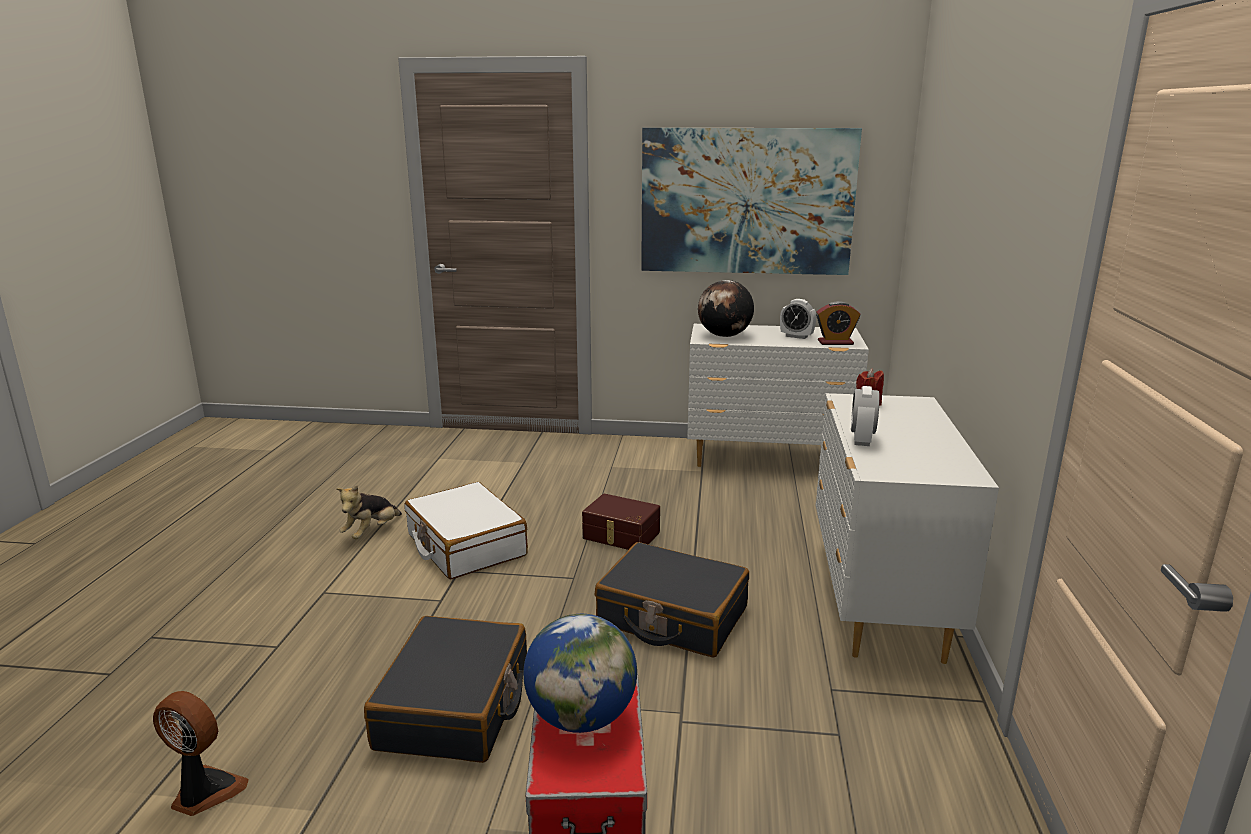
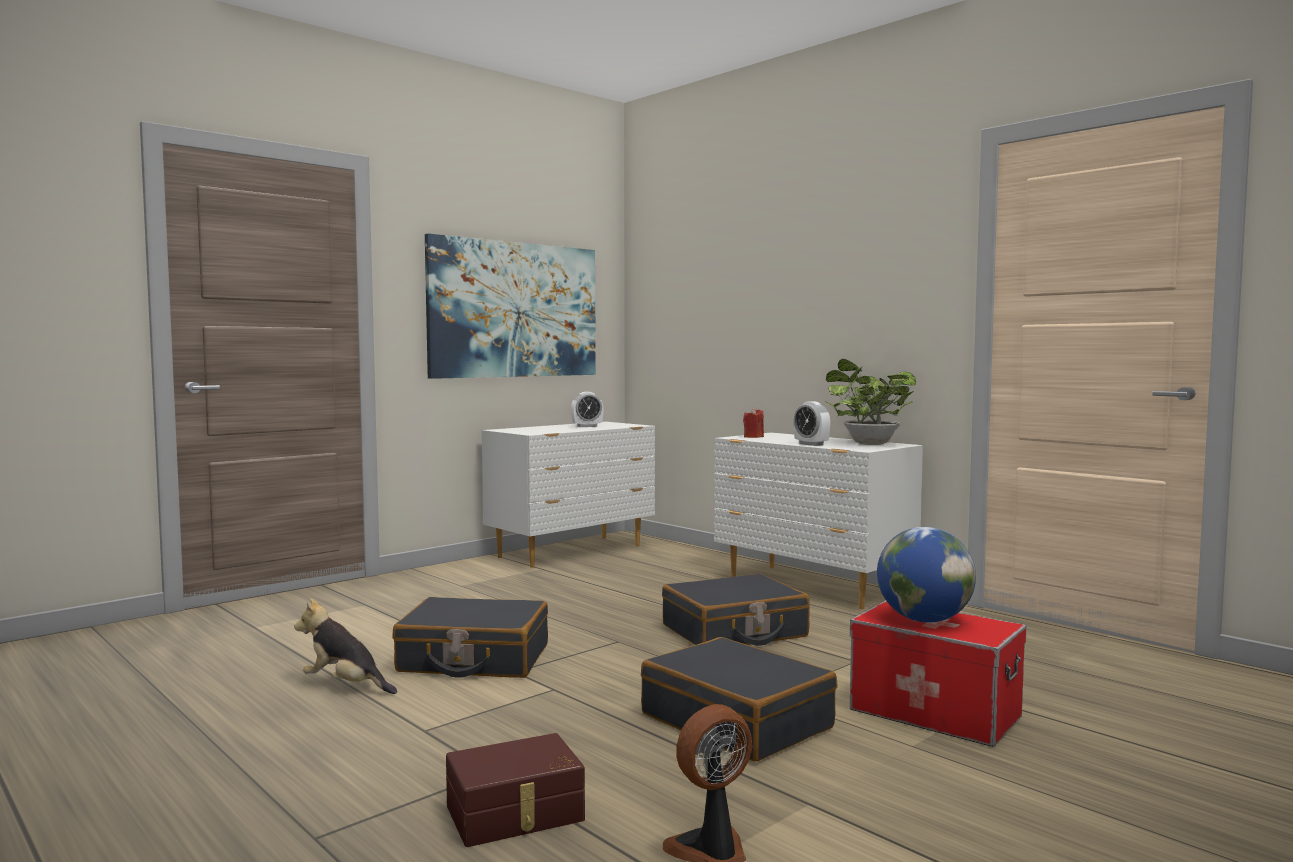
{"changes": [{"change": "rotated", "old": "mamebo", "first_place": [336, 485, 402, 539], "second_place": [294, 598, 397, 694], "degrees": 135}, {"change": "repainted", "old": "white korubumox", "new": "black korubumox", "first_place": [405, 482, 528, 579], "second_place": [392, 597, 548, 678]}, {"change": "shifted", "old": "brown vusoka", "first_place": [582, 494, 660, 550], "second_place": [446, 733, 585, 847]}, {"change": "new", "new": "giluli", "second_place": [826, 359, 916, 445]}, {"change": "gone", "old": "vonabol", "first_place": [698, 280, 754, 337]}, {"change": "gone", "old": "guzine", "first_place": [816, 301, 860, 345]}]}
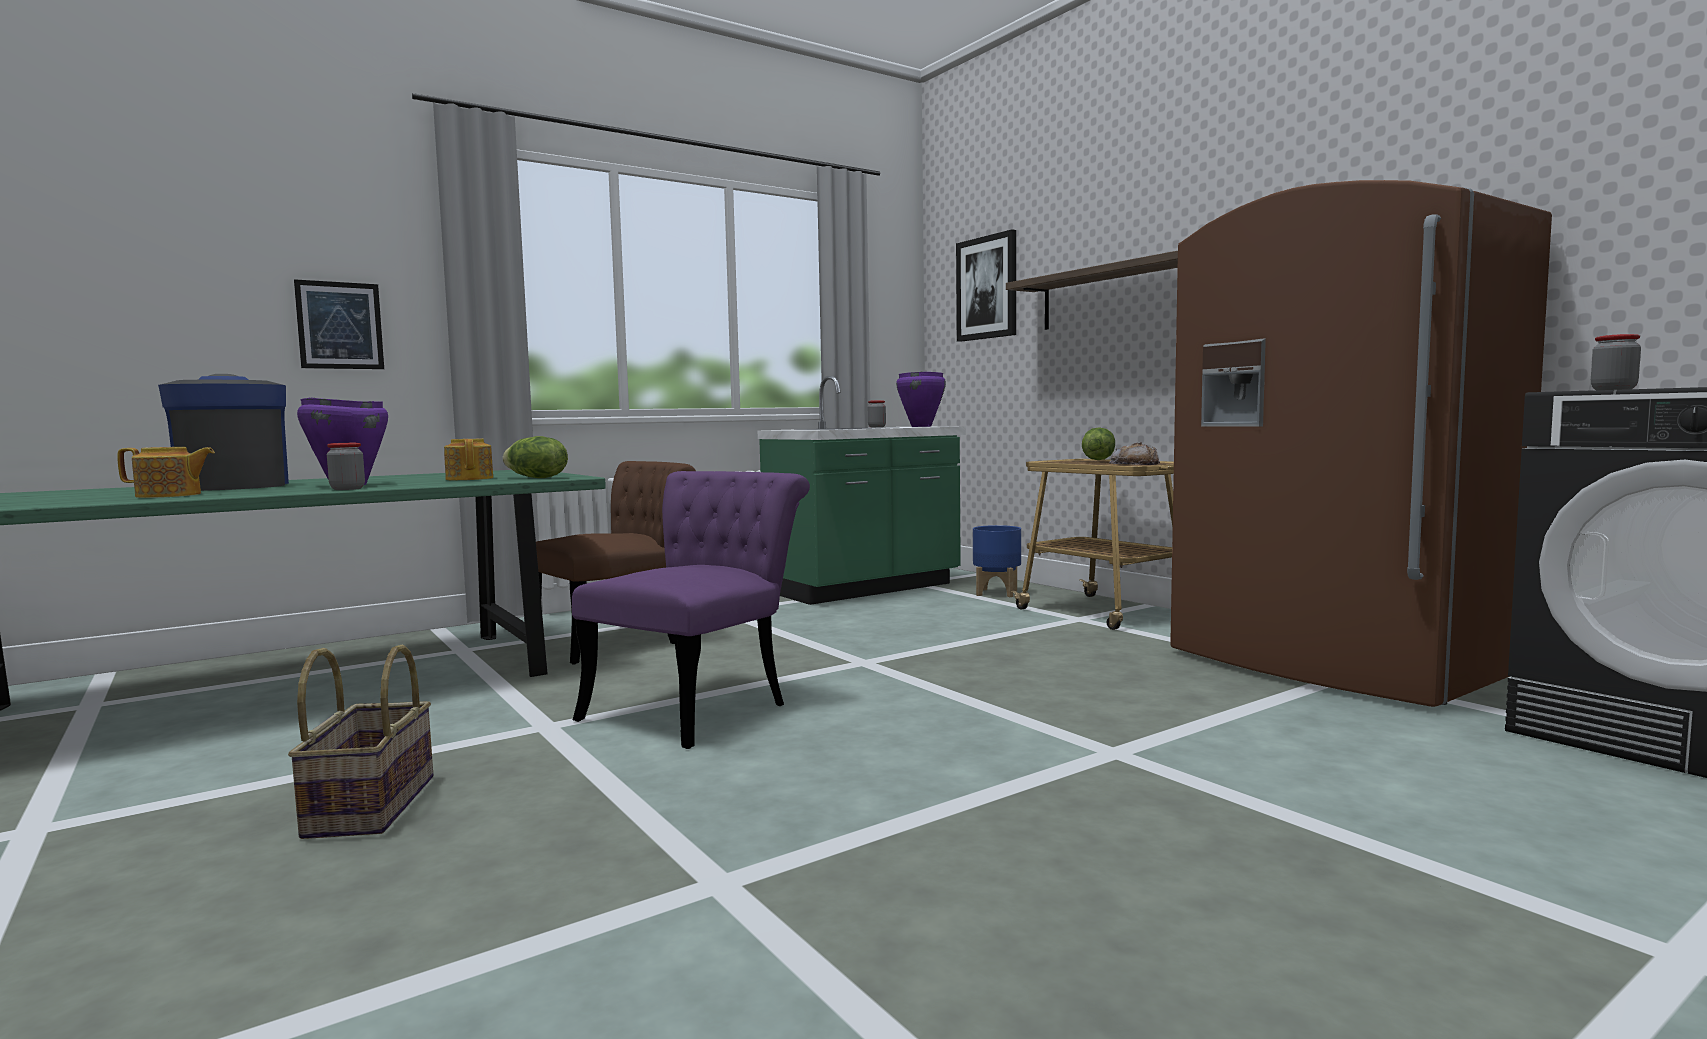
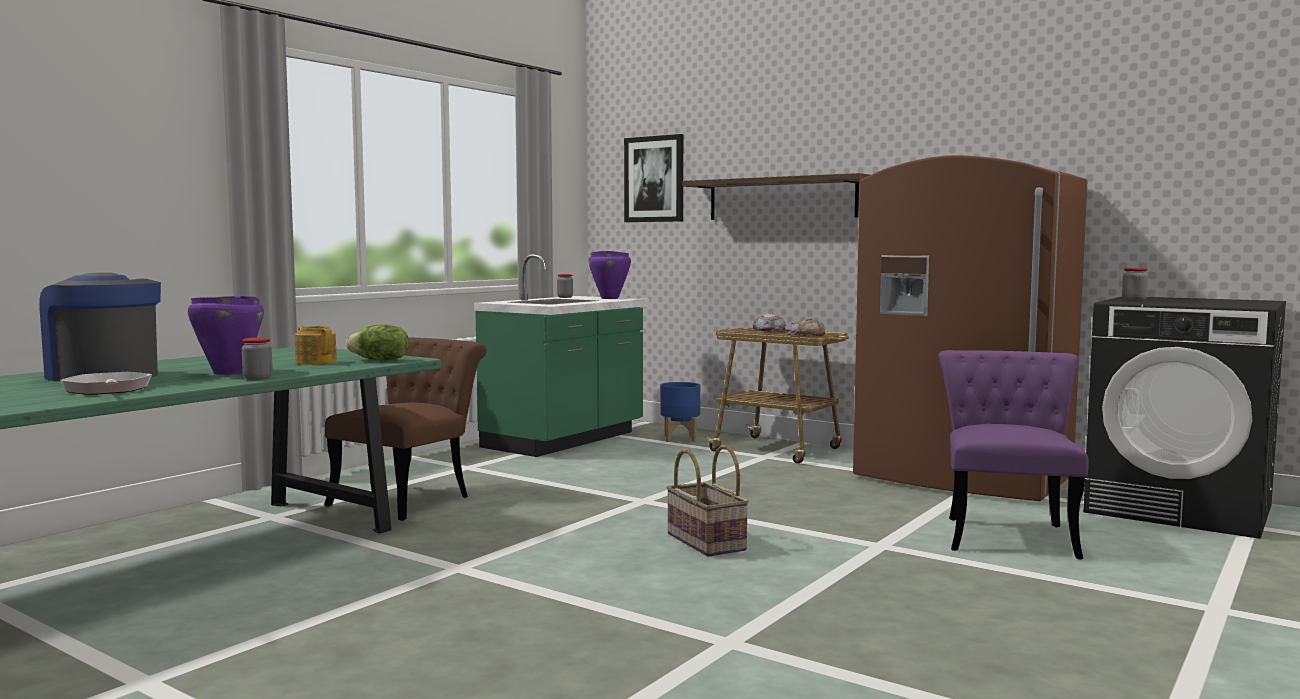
{"changes": [{"change": "swapped", "old": "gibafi", "new": "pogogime", "first_place": [117, 447, 215, 498], "second_place": [60, 372, 152, 395]}, {"change": "shifted", "old": "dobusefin", "first_place": [288, 644, 433, 839], "second_place": [666, 445, 749, 557]}, {"change": "swapped", "old": "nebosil", "new": "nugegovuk", "first_place": [1082, 427, 1115, 460], "second_place": [753, 313, 786, 331]}, {"change": "shifted", "old": "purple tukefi", "first_place": [572, 471, 810, 749], "second_place": [938, 350, 1089, 560]}, {"change": "gone", "old": "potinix", "first_place": [294, 279, 384, 369]}]}
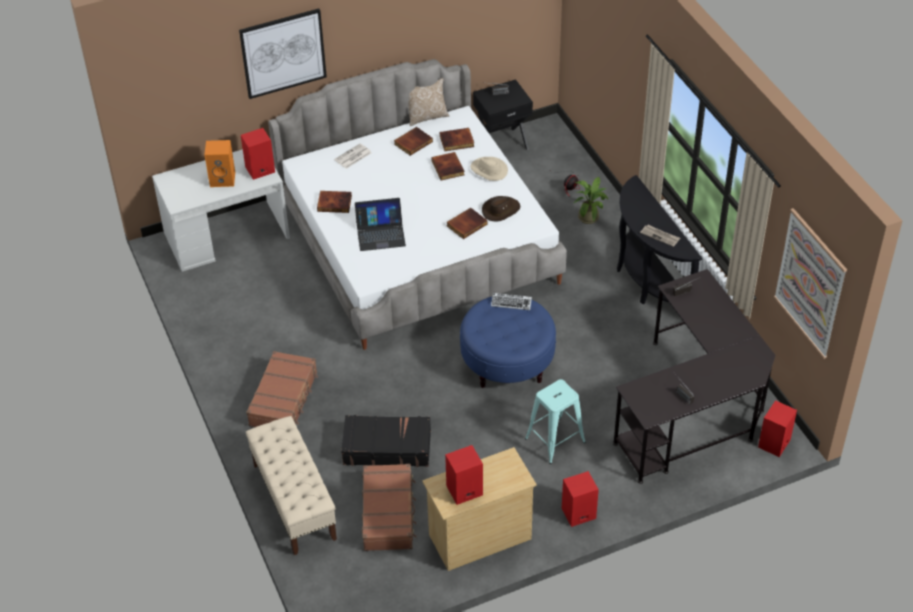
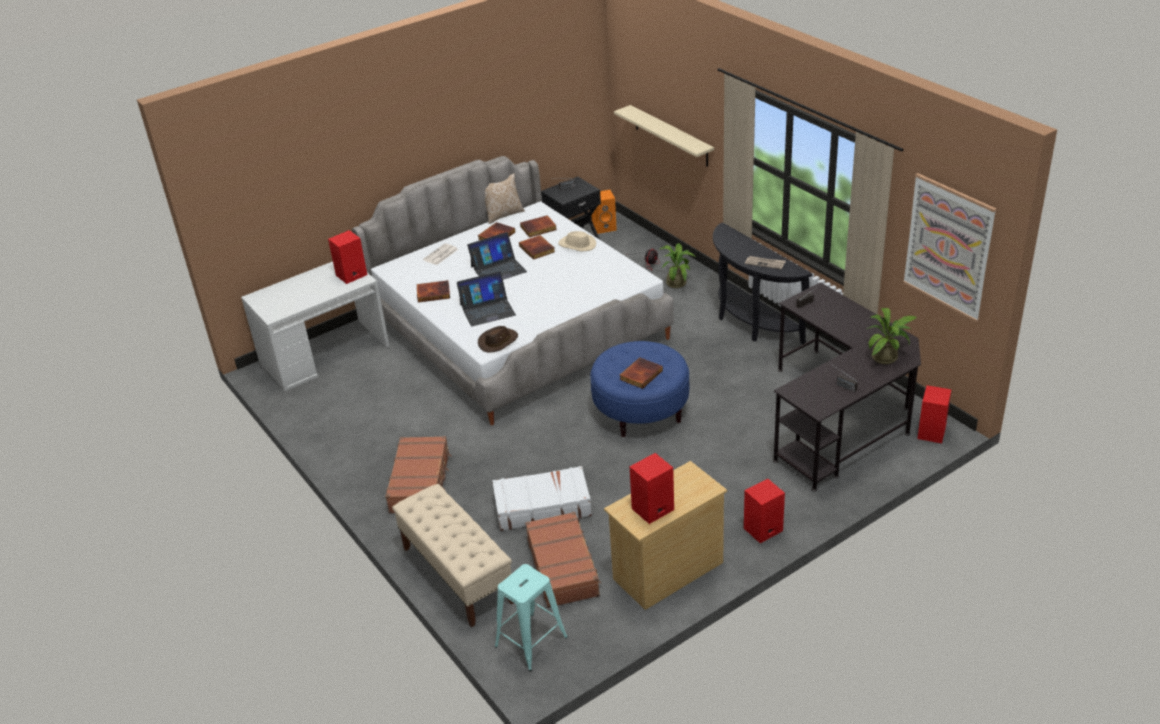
{"changes": [{"change": "new", "new": "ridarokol", "second_place": [467, 232, 527, 280]}, {"change": "shifted", "old": "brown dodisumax", "first_place": [482, 196, 520, 221], "second_place": [478, 326, 518, 353]}, {"change": "repainted", "old": "black korubumox", "new": "white korubumox", "first_place": [341, 415, 431, 467], "second_place": [492, 466, 592, 531]}, {"change": "shifted", "old": "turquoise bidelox", "first_place": [525, 379, 586, 464], "second_place": [495, 564, 568, 671]}, {"change": "shifted", "old": "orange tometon", "first_place": [204, 140, 235, 187], "second_place": [592, 190, 617, 234]}, {"change": "new", "new": "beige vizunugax", "second_place": [614, 105, 714, 167]}, {"change": "shifted", "old": "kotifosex", "first_place": [447, 208, 488, 239], "second_place": [619, 357, 663, 389]}, {"change": "new", "new": "giluli", "second_place": [866, 308, 918, 364]}, {"change": "gone", "old": "potinix", "first_place": [239, 9, 327, 99]}, {"change": "gone", "old": "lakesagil", "first_place": [491, 293, 532, 310]}]}
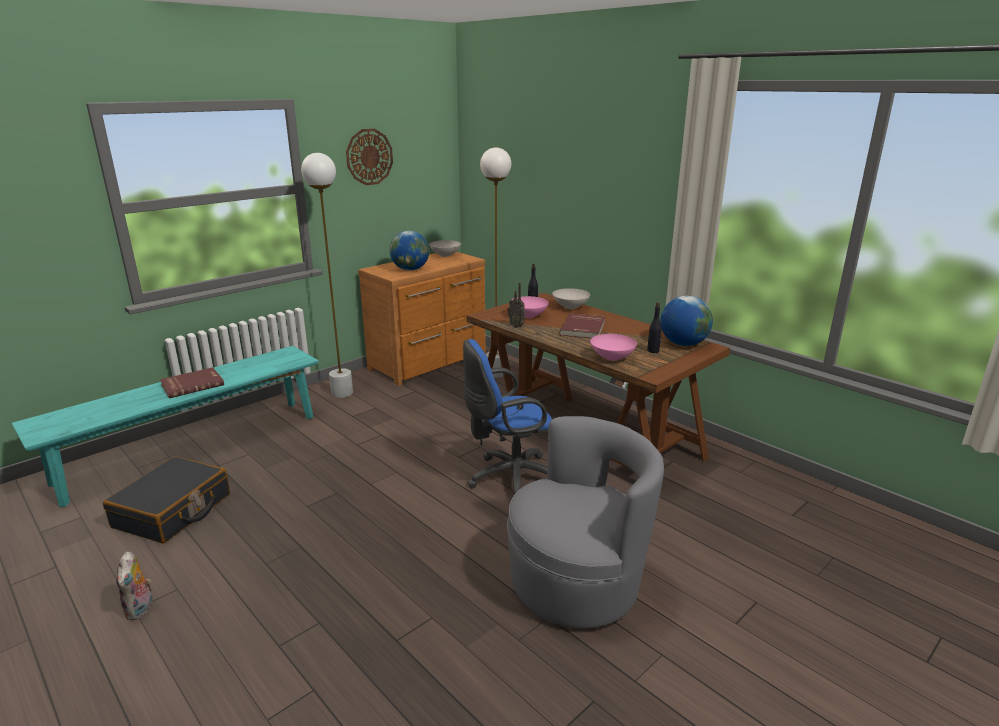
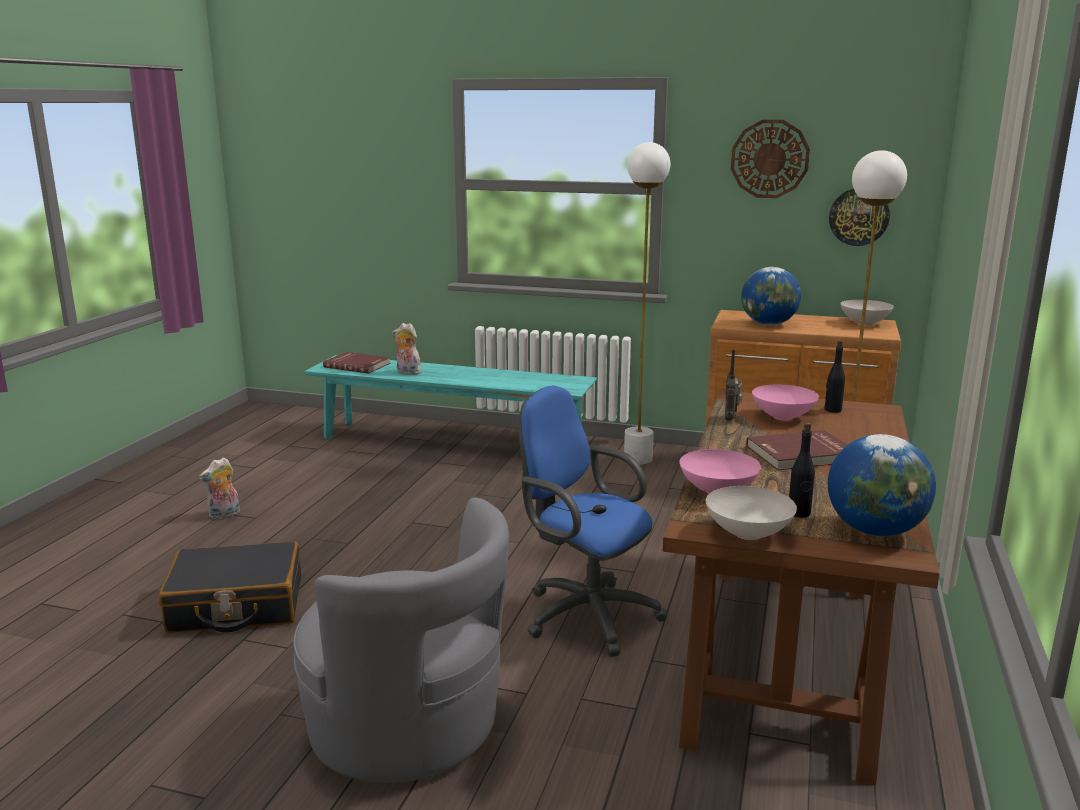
{"changes": [{"change": "shifted", "old": "black korubumox", "first_place": [103, 457, 230, 543], "second_place": [159, 541, 301, 633]}, {"change": "shifted", "old": "red kotifosex", "first_place": [160, 367, 224, 398], "second_place": [323, 352, 391, 373]}, {"change": "new", "new": "mamebo", "second_place": [392, 323, 423, 375]}, {"change": "shifted", "old": "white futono", "first_place": [552, 288, 590, 309], "second_place": [706, 486, 797, 540]}, {"change": "new", "new": "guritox", "second_place": [829, 188, 890, 246]}]}
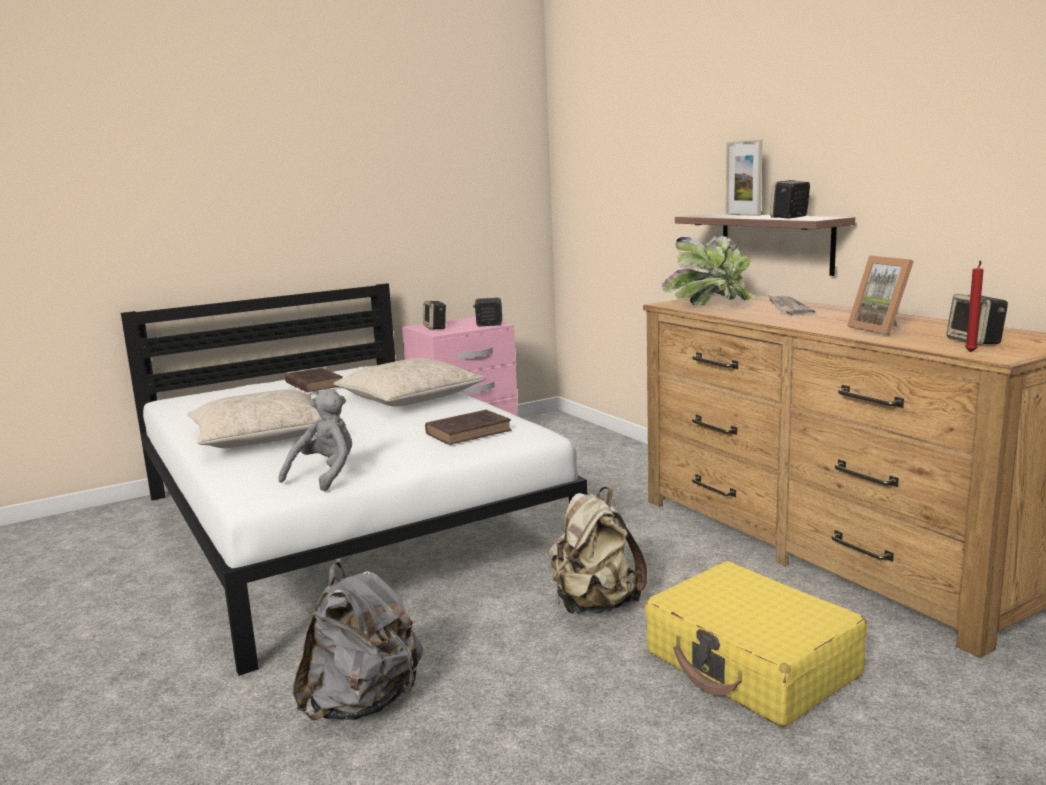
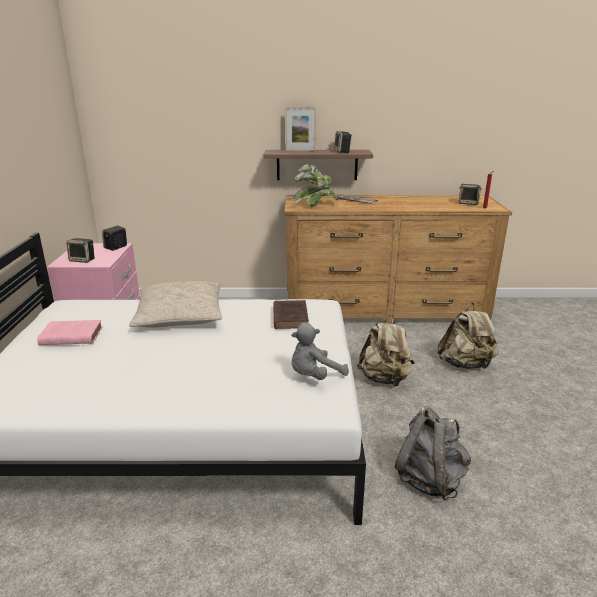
{"changes": [{"change": "repainted", "old": "brown kotifosex", "new": "pink kotifosex", "first_place": [285, 368, 343, 392], "second_place": [37, 320, 102, 345]}, {"change": "rotated", "old": "grey mamebo", "first_place": [278, 389, 352, 491], "second_place": [291, 323, 349, 380], "degrees": -90}, {"change": "swapped", "old": "yellow korubumox", "new": "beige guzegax", "first_place": [645, 561, 867, 727], "second_place": [438, 303, 499, 369]}, {"change": "gone", "old": "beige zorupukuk", "first_place": [187, 389, 322, 448]}, {"change": "gone", "old": "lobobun", "first_place": [847, 256, 914, 335]}]}
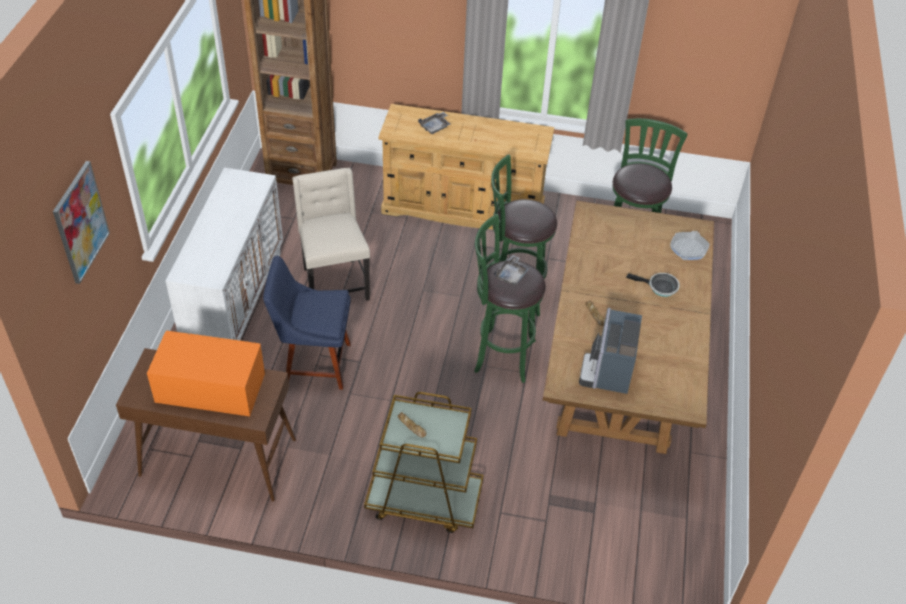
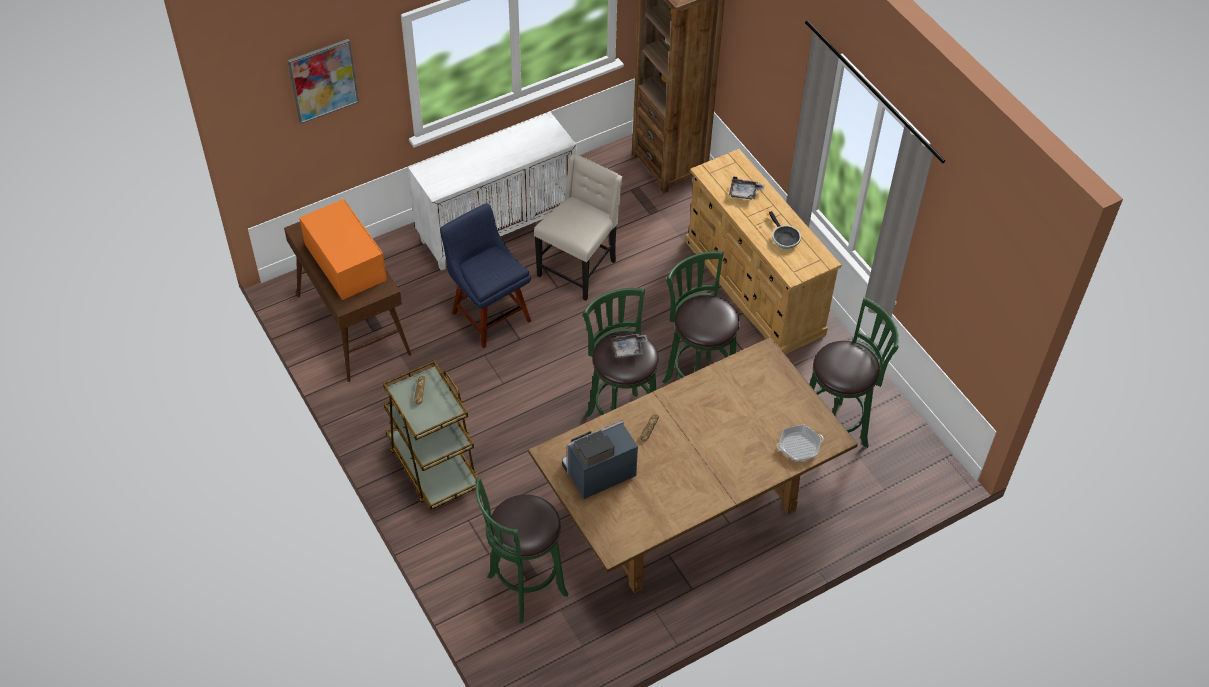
{"changes": [{"change": "new", "new": "green bidelox", "second_place": [475, 478, 568, 623]}, {"change": "shifted", "old": "pogogime", "first_place": [626, 273, 680, 297], "second_place": [769, 211, 801, 249]}]}
